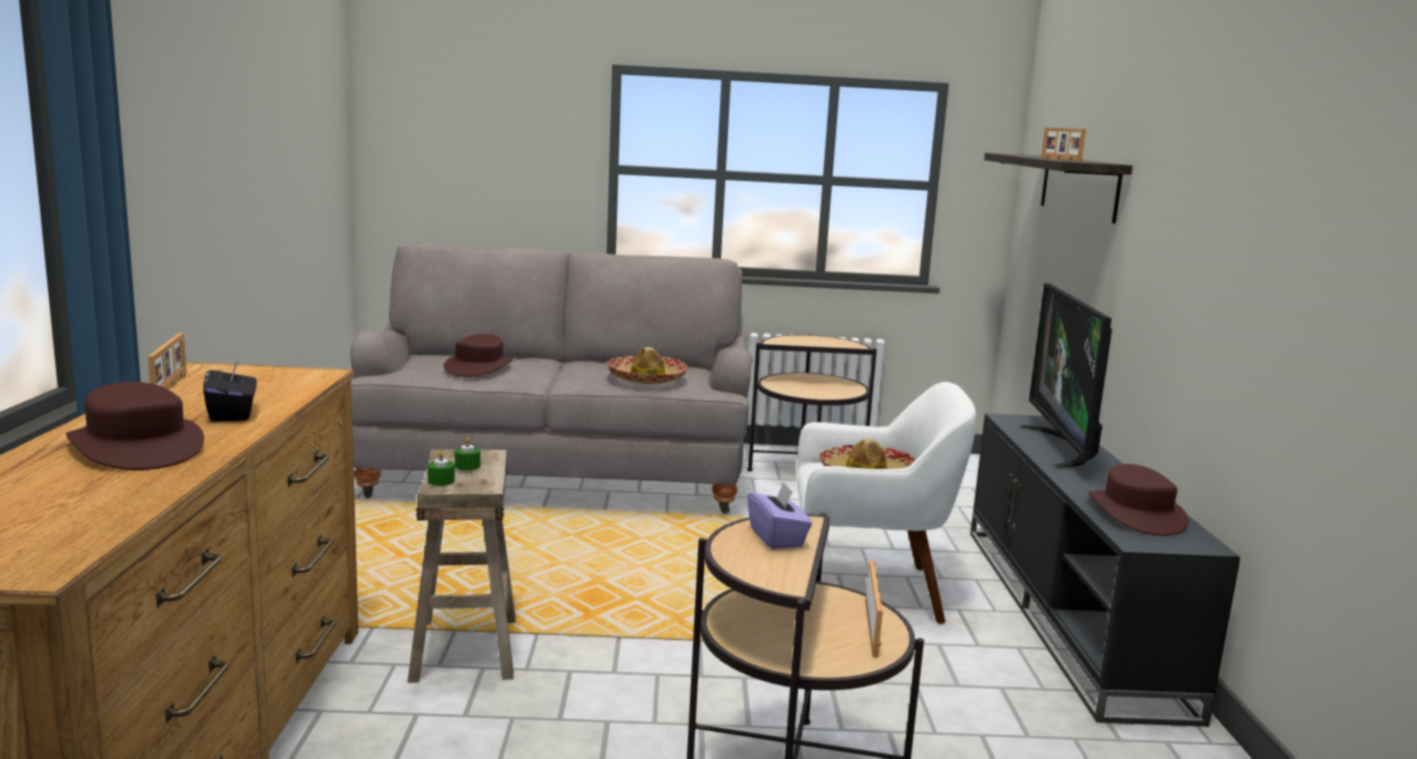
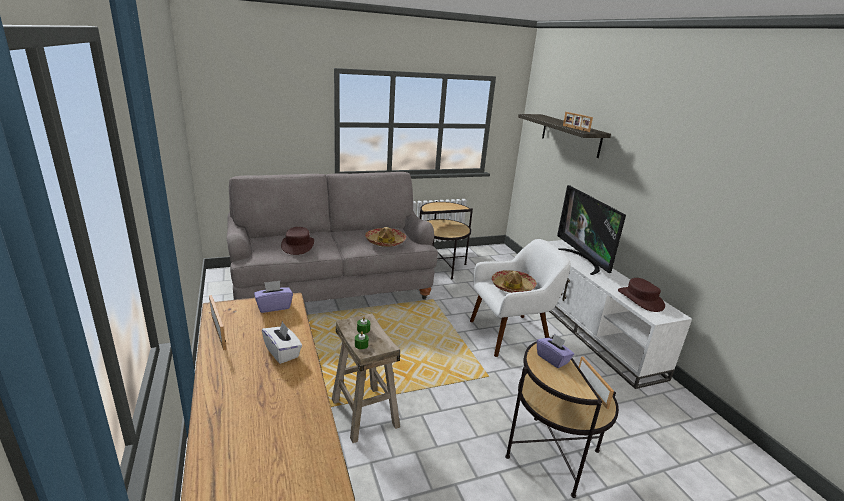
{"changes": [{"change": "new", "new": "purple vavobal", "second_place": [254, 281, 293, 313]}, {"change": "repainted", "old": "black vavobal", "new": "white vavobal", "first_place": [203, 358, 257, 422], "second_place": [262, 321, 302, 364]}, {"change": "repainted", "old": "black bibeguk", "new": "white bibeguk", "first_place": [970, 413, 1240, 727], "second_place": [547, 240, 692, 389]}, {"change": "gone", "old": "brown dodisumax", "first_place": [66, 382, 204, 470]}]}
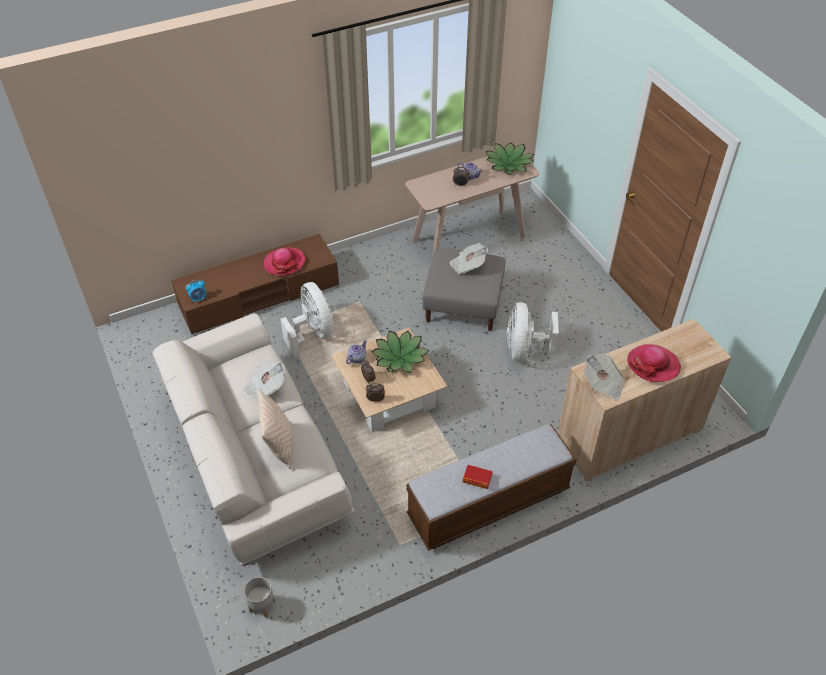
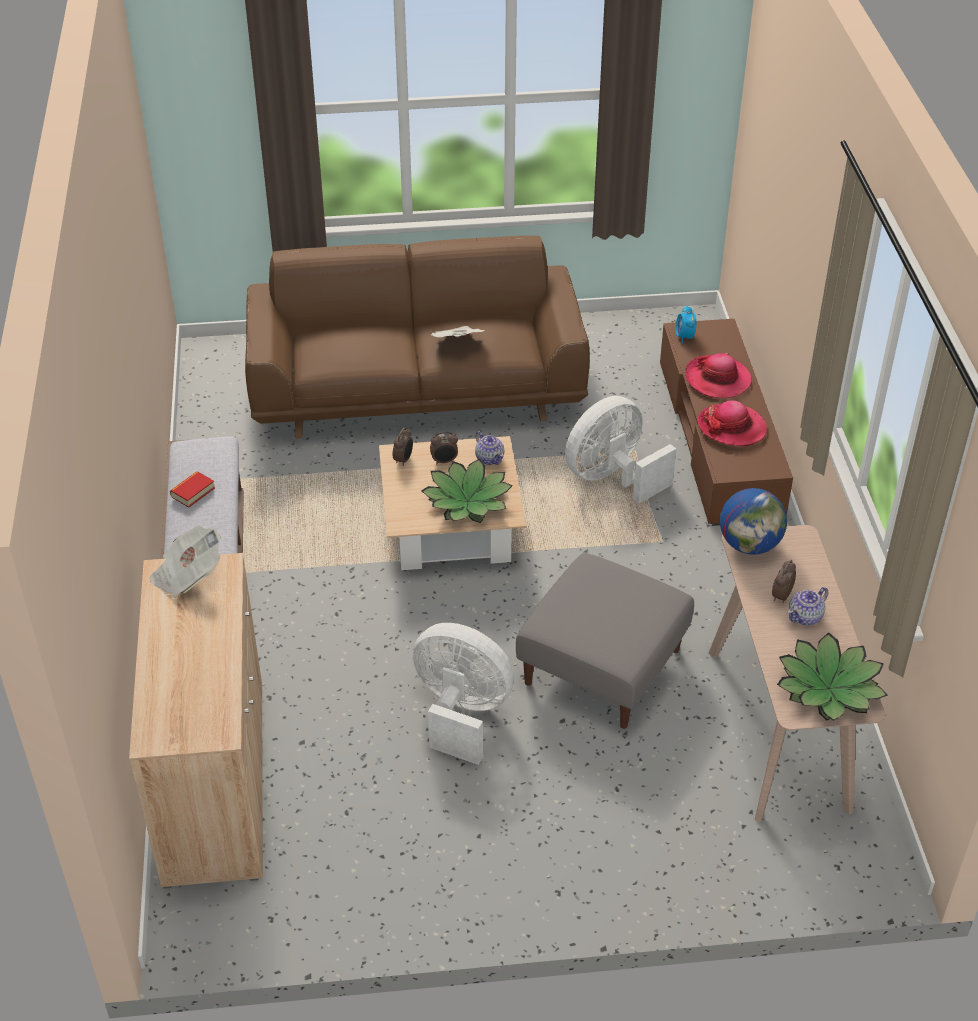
{"changes": [{"change": "repainted", "old": "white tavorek", "new": "brown tavorek", "first_place": [152, 313, 355, 566], "second_place": [245, 236, 589, 438]}, {"change": "rotated", "old": "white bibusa", "first_place": [280, 282, 333, 358], "second_place": [565, 396, 676, 504], "degrees": 150}, {"change": "shifted", "old": "dodisumax", "first_place": [627, 344, 681, 382], "second_place": [685, 353, 753, 398]}, {"change": "new", "new": "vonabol", "second_place": [720, 488, 787, 555]}, {"change": "gone", "old": "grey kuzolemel", "first_place": [244, 577, 275, 618]}, {"change": "gone", "old": "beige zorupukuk", "first_place": [258, 389, 293, 469]}, {"change": "gone", "old": "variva", "first_place": [449, 243, 488, 275]}]}
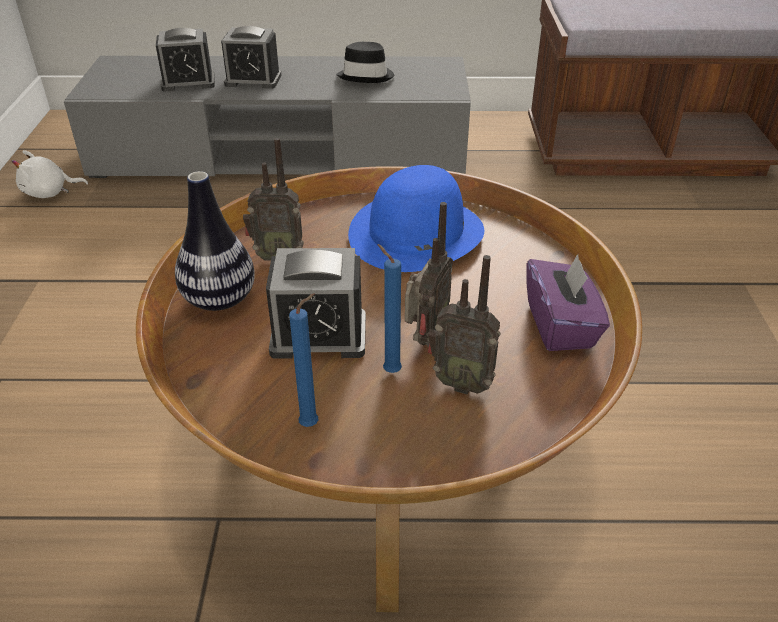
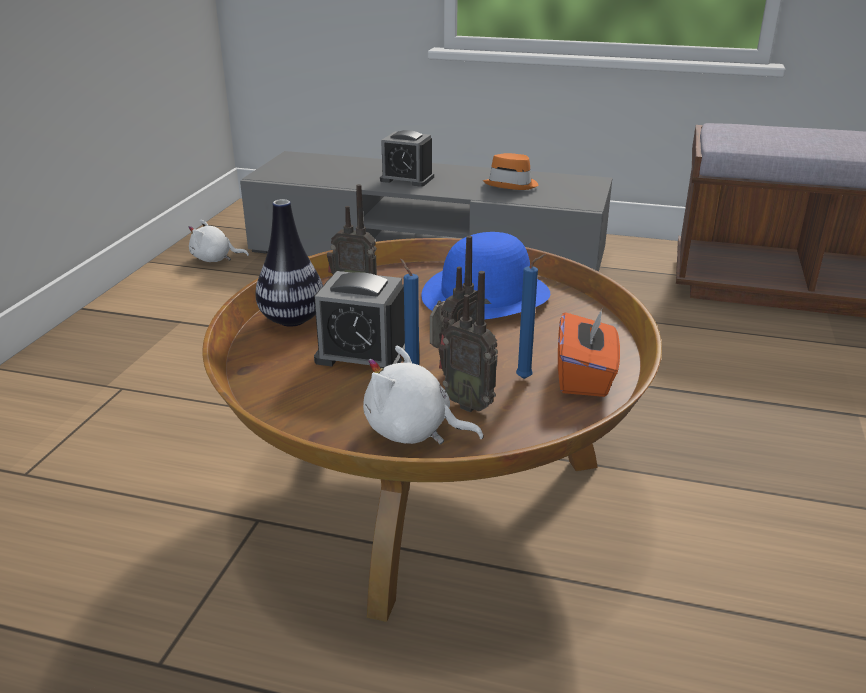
{"changes": [{"change": "new", "new": "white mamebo", "second_place": [363, 346, 484, 445]}, {"change": "repainted", "old": "black dodisumax", "new": "orange dodisumax", "first_place": [336, 42, 394, 83], "second_place": [483, 153, 538, 190]}, {"change": "shifted", "old": "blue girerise", "first_place": [289, 293, 319, 427], "second_place": [516, 254, 546, 379]}, {"change": "repainted", "old": "purple vavobal", "new": "orange vavobal", "first_place": [527, 254, 610, 351], "second_place": [558, 309, 620, 397]}, {"change": "gone", "old": "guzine", "first_place": [156, 28, 215, 91]}]}
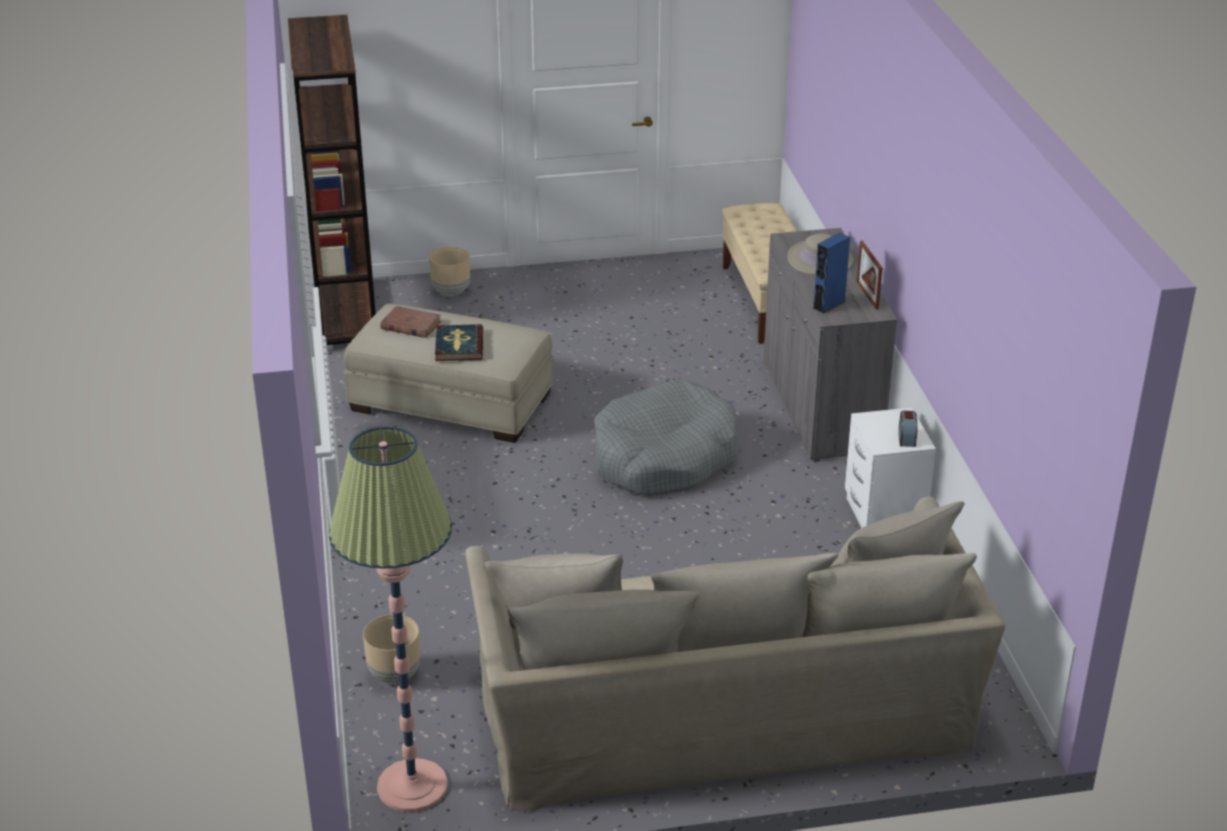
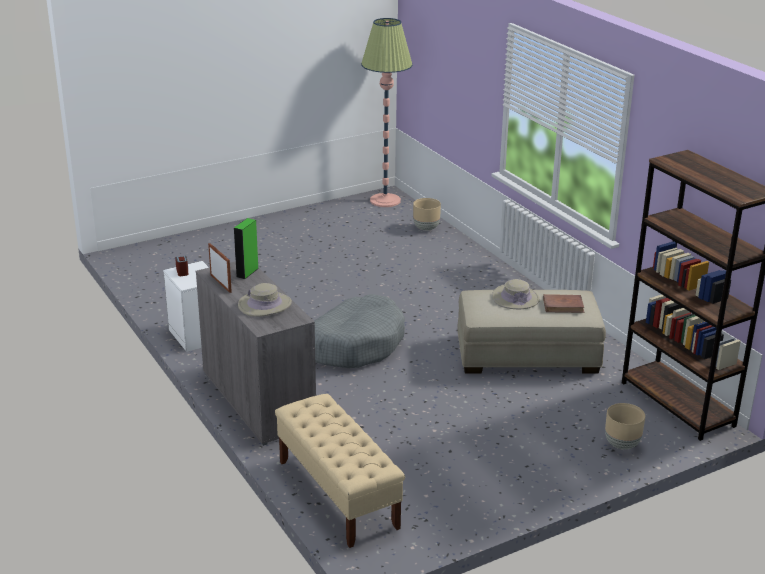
{"changes": [{"change": "repainted", "old": "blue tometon", "new": "green tometon", "first_place": [812, 233, 850, 314], "second_place": [234, 218, 259, 279]}, {"change": "swapped", "old": "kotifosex", "new": "beige dodisumax", "first_place": [435, 324, 483, 361], "second_place": [492, 279, 540, 309]}, {"change": "gone", "old": "beige tavorek", "first_place": [465, 497, 1006, 811]}]}
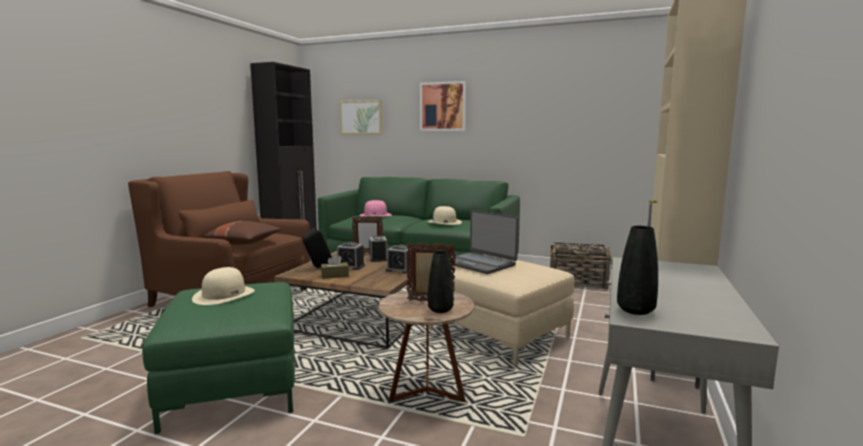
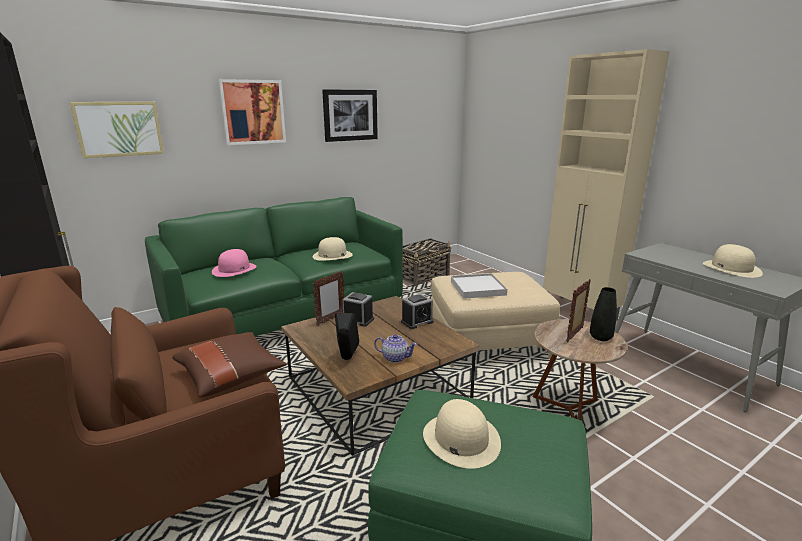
{"changes": [{"change": "new", "new": "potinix", "second_place": [322, 89, 378, 142]}, {"change": "swapped", "old": "brown vavobal", "new": "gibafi", "first_place": [321, 254, 349, 279], "second_place": [374, 334, 417, 363]}, {"change": "swapped", "old": "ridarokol", "new": "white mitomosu", "first_place": [450, 210, 519, 274], "second_place": [451, 273, 507, 299]}, {"change": "new", "new": "beige dodisumax", "second_place": [703, 244, 763, 278]}, {"change": "gone", "old": "guzine", "first_place": [337, 242, 365, 270]}, {"change": "gone", "old": "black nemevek", "first_place": [617, 226, 658, 315]}]}
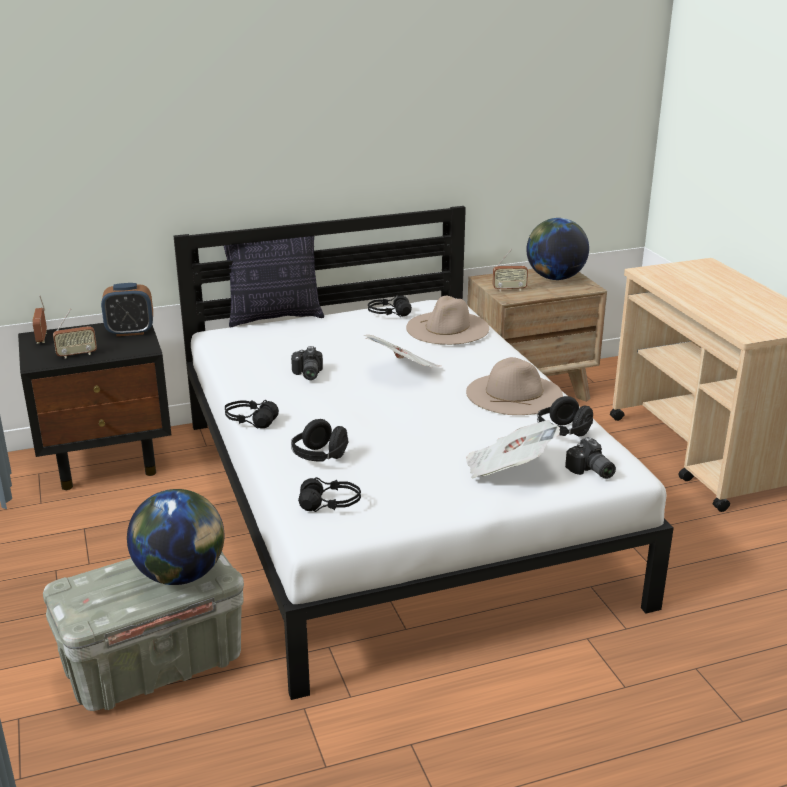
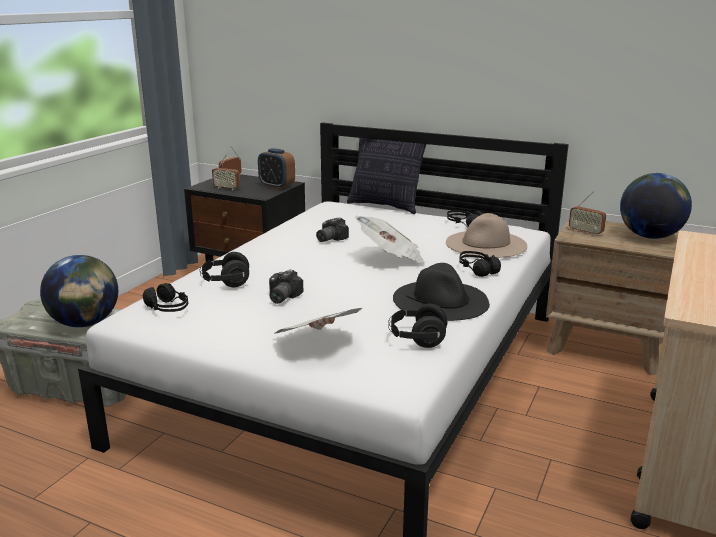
{"changes": [{"change": "shifted", "old": "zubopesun", "first_place": [565, 437, 616, 479], "second_place": [269, 269, 303, 304]}, {"change": "repainted", "old": "beige dodisumax", "new": "black dodisumax", "first_place": [466, 357, 563, 415], "second_place": [393, 263, 490, 321]}, {"change": "shifted", "old": "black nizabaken", "first_place": [225, 400, 279, 428], "second_place": [459, 251, 501, 277]}]}
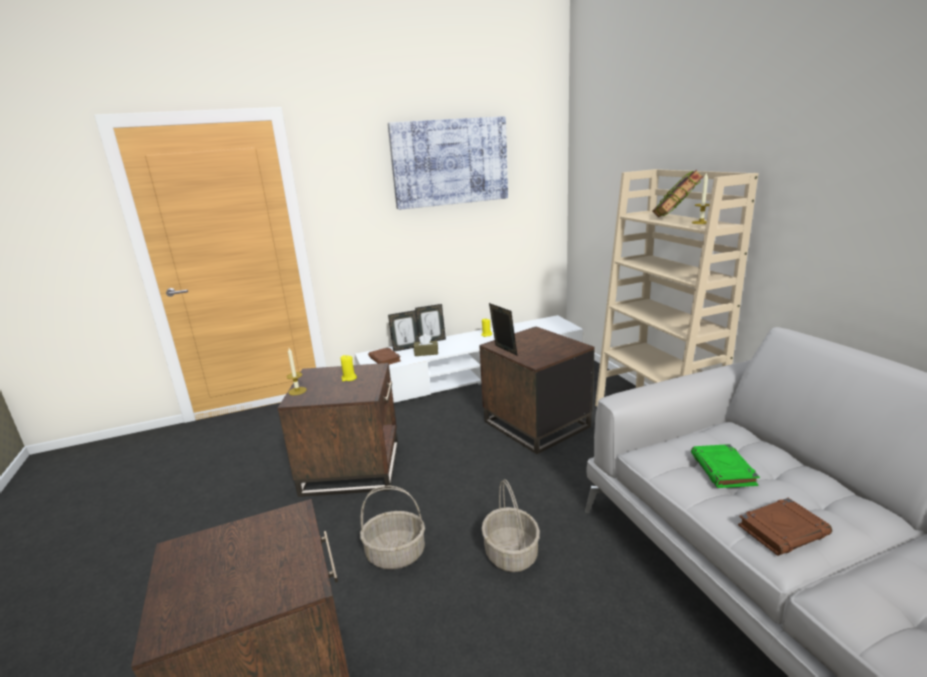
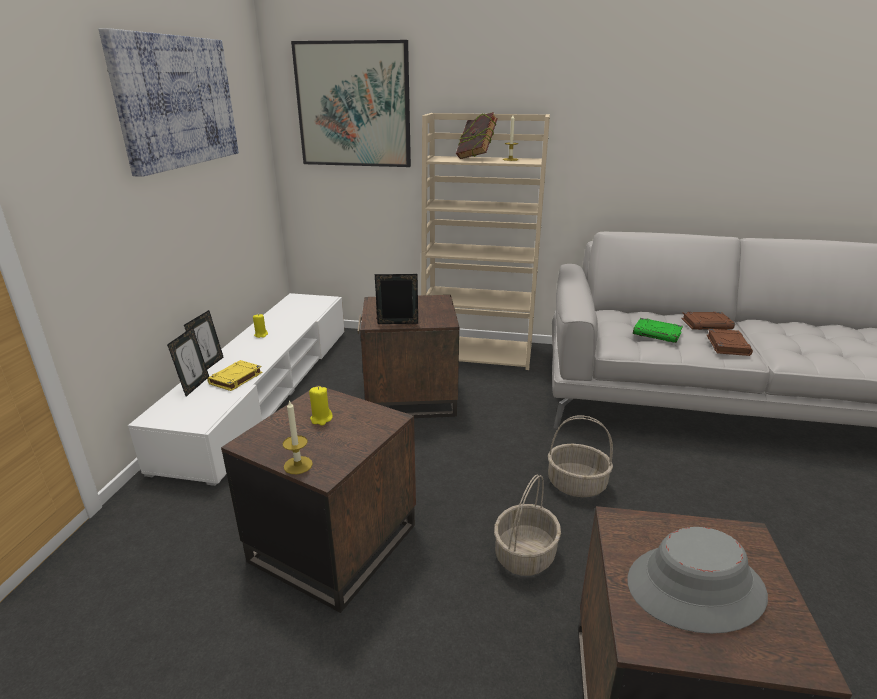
{"changes": [{"change": "swapped", "old": "brown vavobal", "new": "yellow kotifosex", "first_place": [414, 334, 438, 356], "second_place": [207, 360, 262, 391]}, {"change": "new", "new": "potinix", "second_place": [291, 40, 411, 167]}, {"change": "new", "new": "grey dodisumax", "second_place": [627, 527, 768, 634]}, {"change": "shifted", "old": "brown kotifosex", "first_place": [368, 347, 401, 365], "second_place": [681, 312, 735, 330]}]}
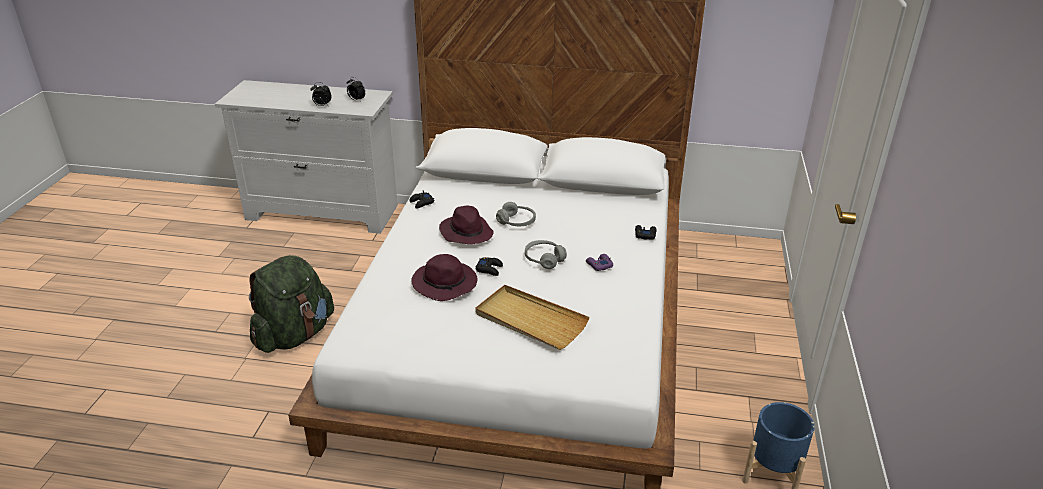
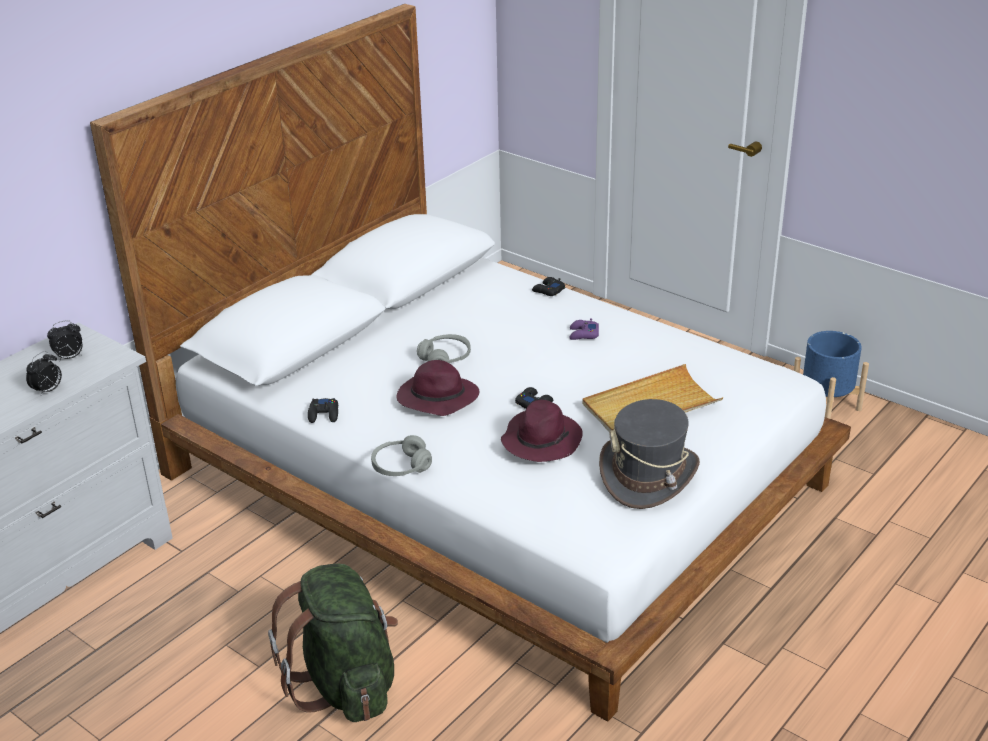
{"changes": [{"change": "shifted", "old": "grey nizabaken", "first_place": [525, 240, 567, 269], "second_place": [371, 435, 432, 476]}, {"change": "new", "new": "grey dodisumax", "second_place": [599, 399, 700, 509]}]}
